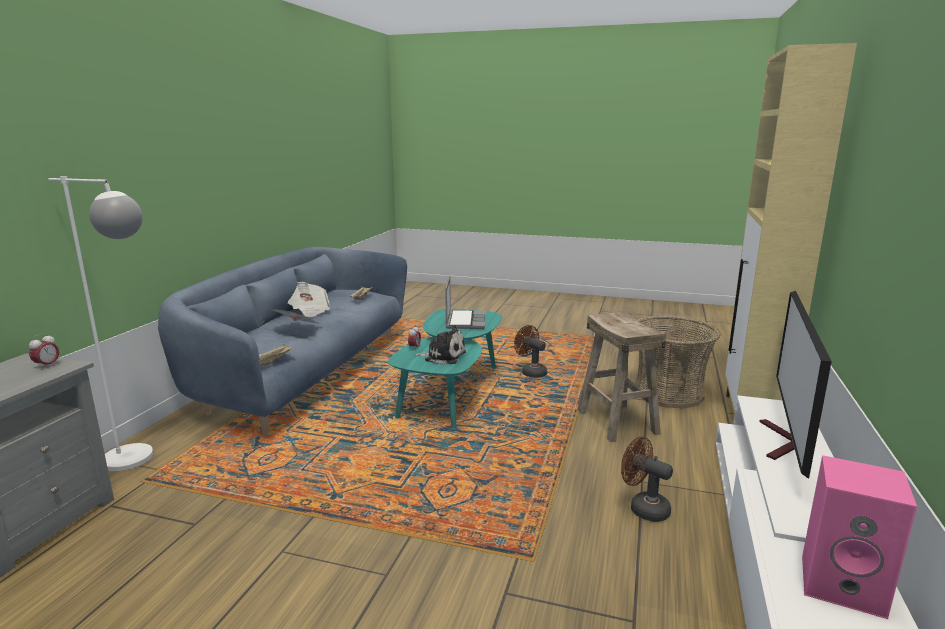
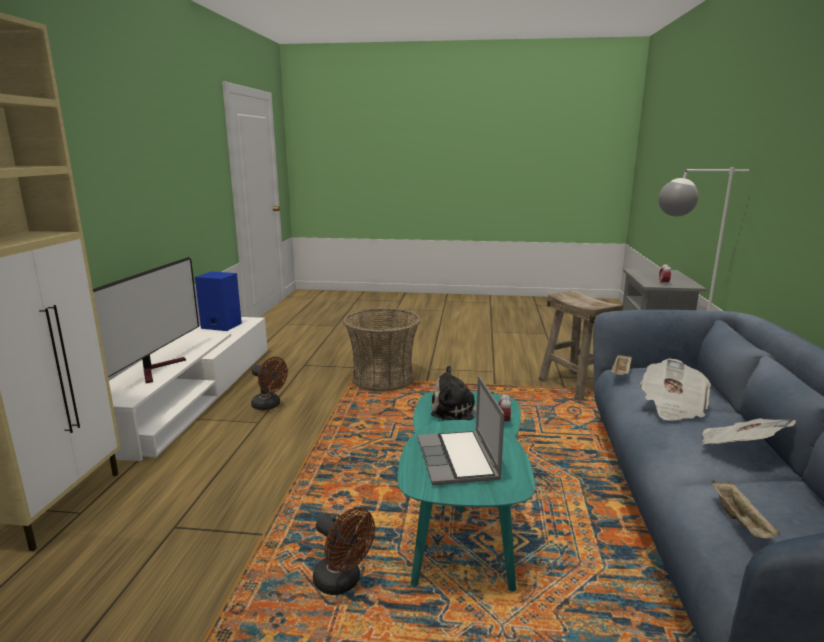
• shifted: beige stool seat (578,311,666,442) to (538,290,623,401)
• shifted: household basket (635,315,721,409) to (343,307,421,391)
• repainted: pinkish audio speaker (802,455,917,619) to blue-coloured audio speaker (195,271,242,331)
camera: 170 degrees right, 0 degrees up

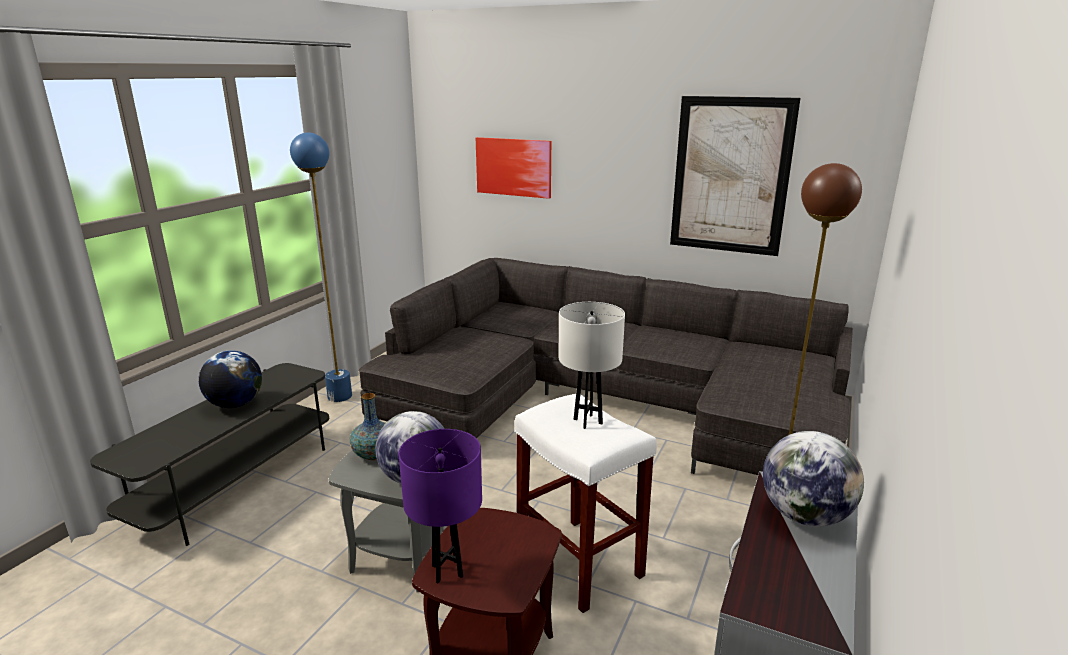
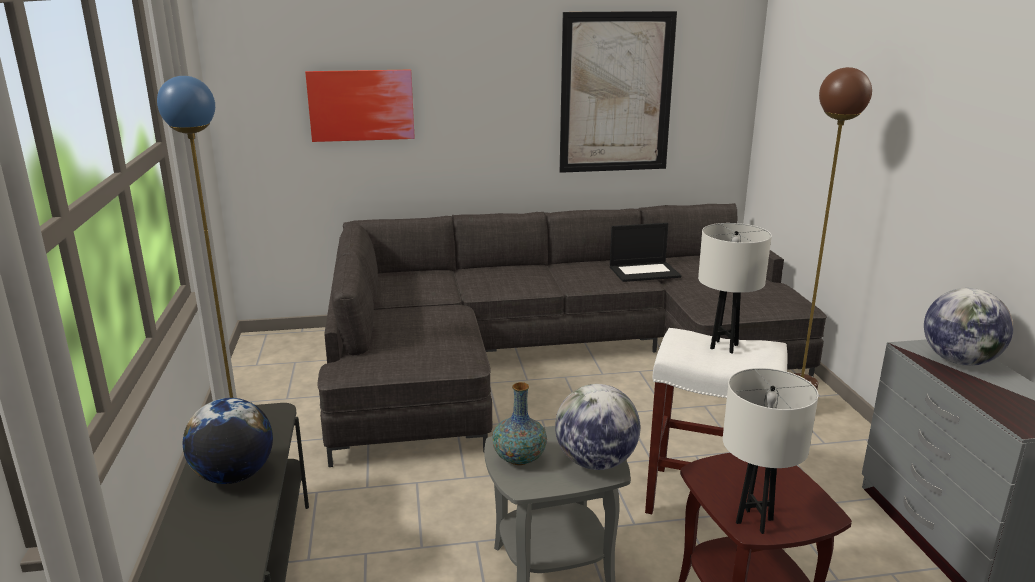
• repainted: purplish lamp for a table (398,429,482,583) to whitish lamp for a table (723,368,818,534)
• new: portable computer (610,223,681,282)
camera: 35 degrees left, 0 degrees up

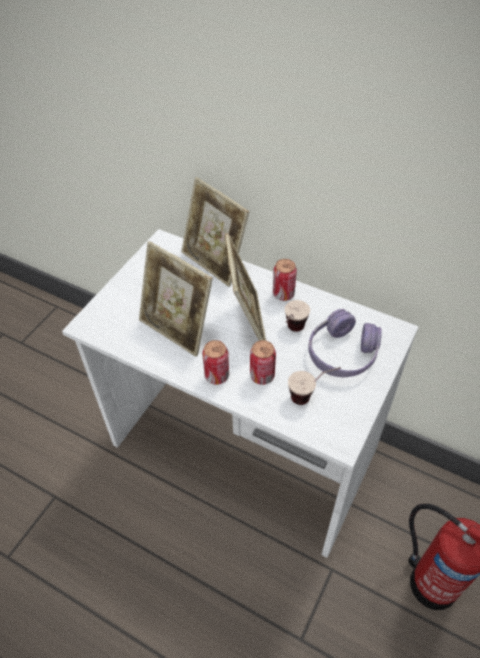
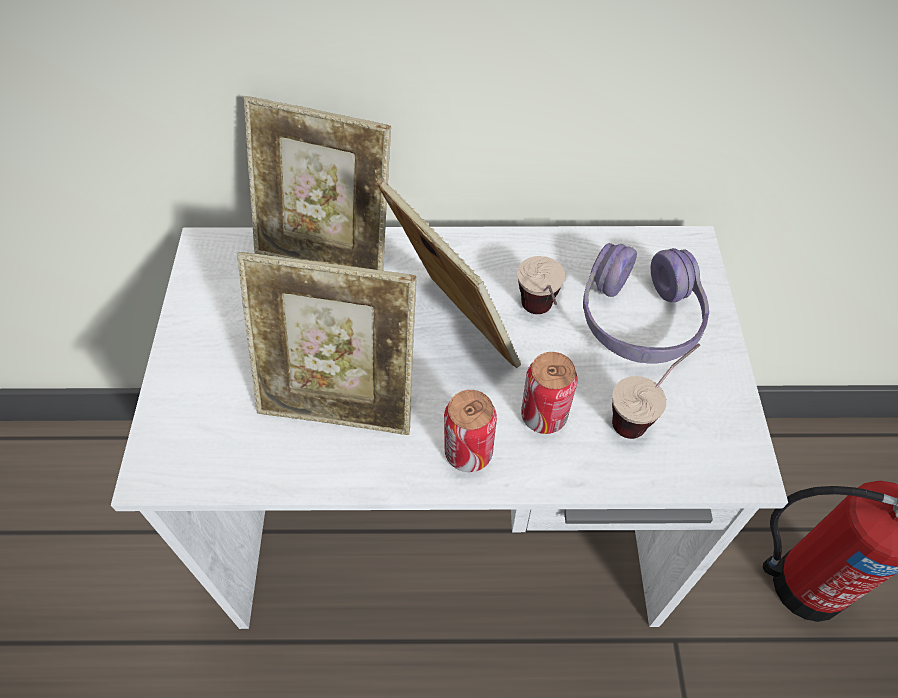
• gone: can (273,259,297,301)
camera: 30 degrees left, 5 degrees up

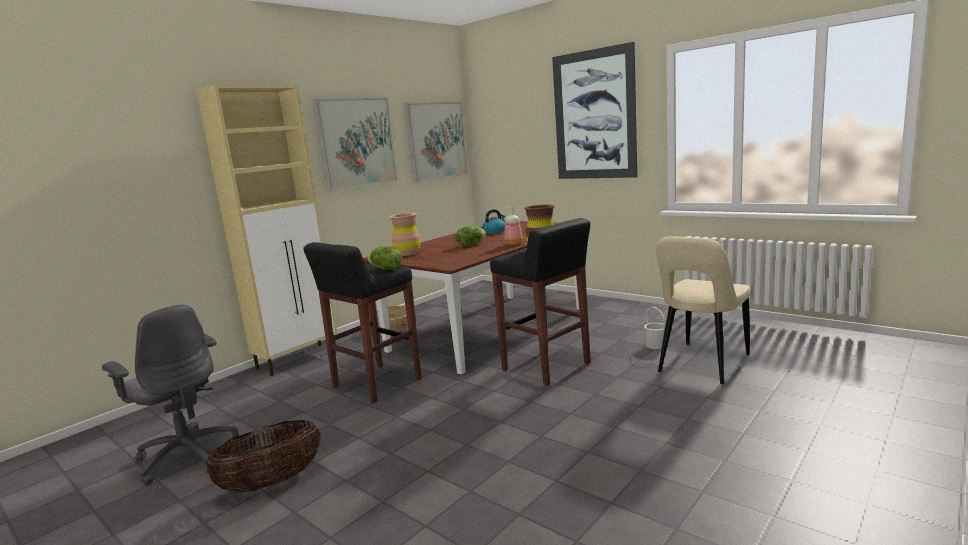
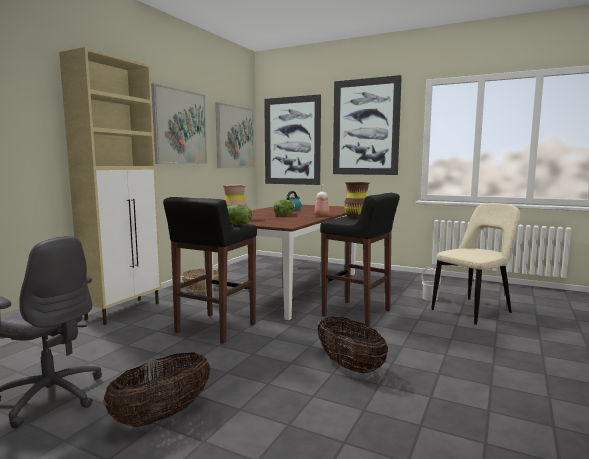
• rotated: beige chair (656,237,751,384) = (431,203,520,325) 150 degrees counterclockwise
• new: picture (264,94,321,185)
• new: household basket (317,317,388,373)
camera: 15 degrees left, 5 degrees down

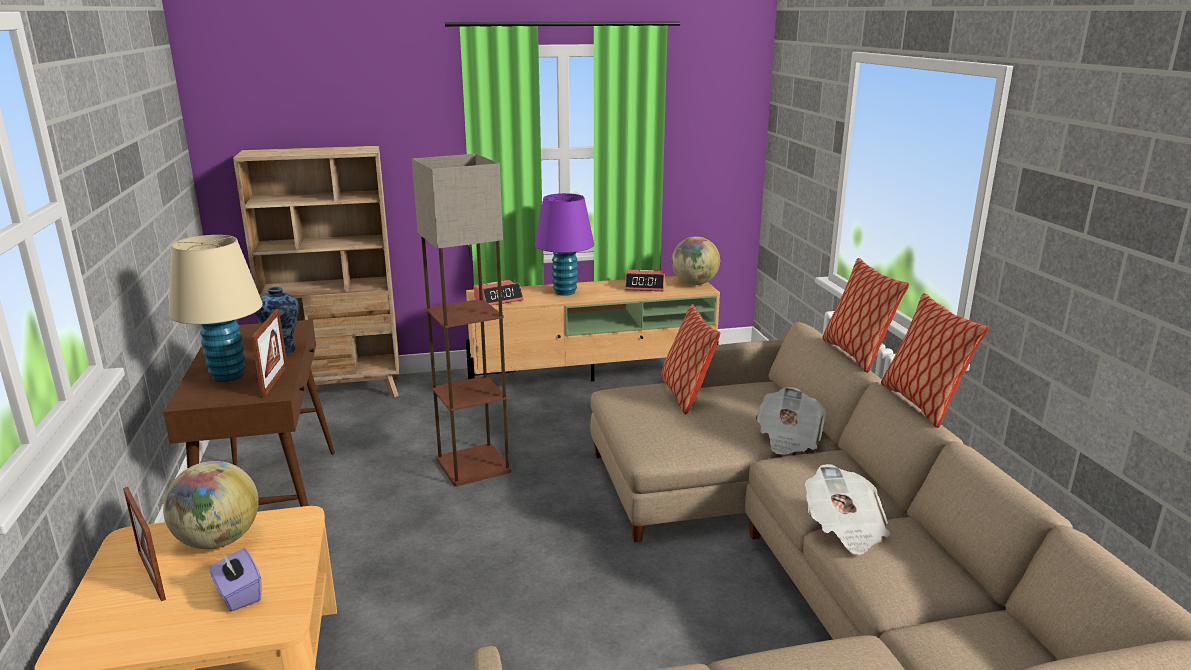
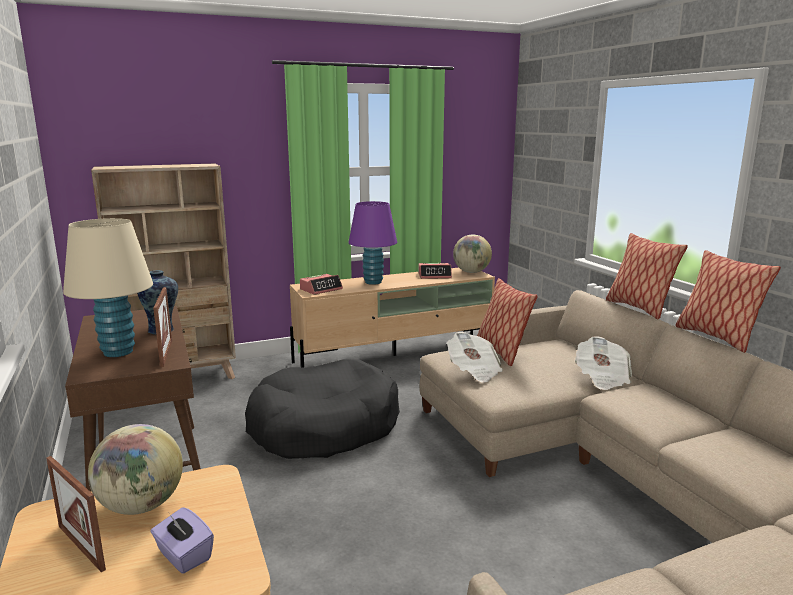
• swapped: floor lamp (412,154,511,487) to black-coloured pet bed (245,359,400,459)
• shifted: printed paper (805,464,890,556) to (447,332,503,383)
camera: 10 degrees left, 5 degrees down

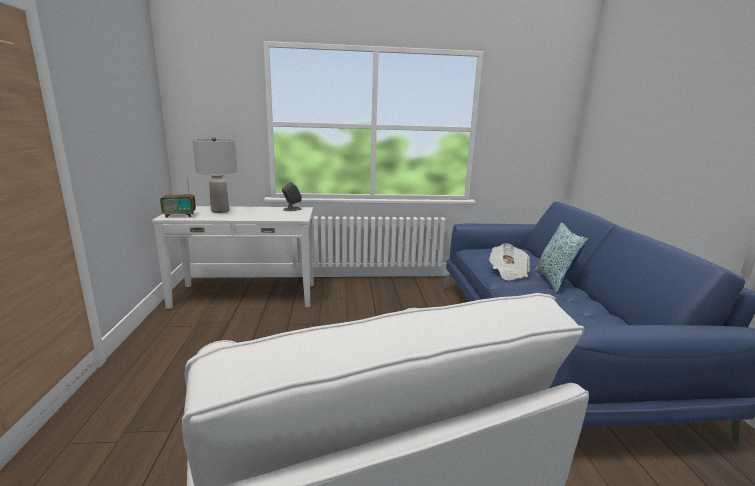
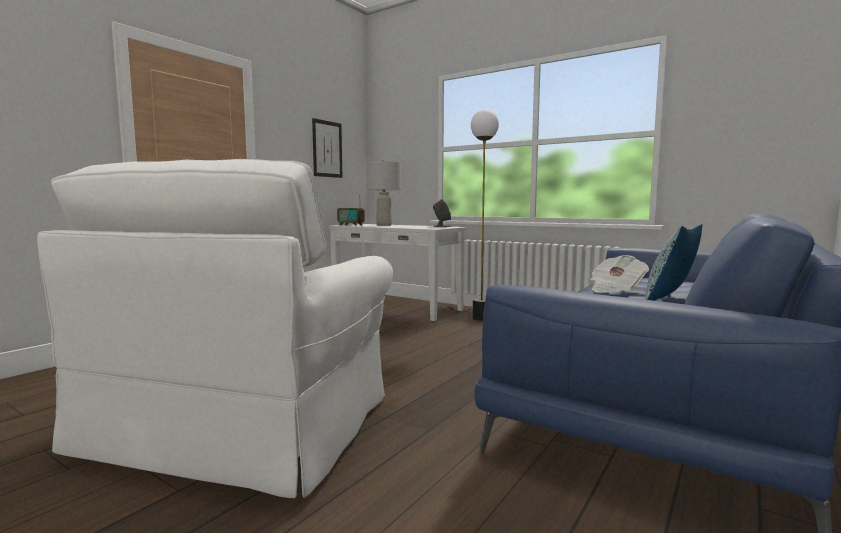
• new: floor lamp (471,109,499,321)
• new: picture (312,118,343,178)
camera: 40 degrees right, 10 degrees down

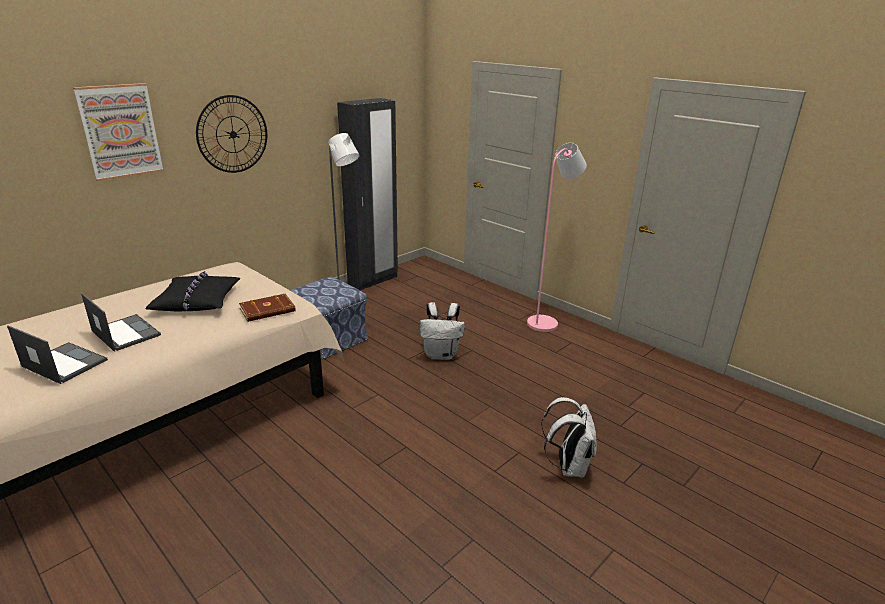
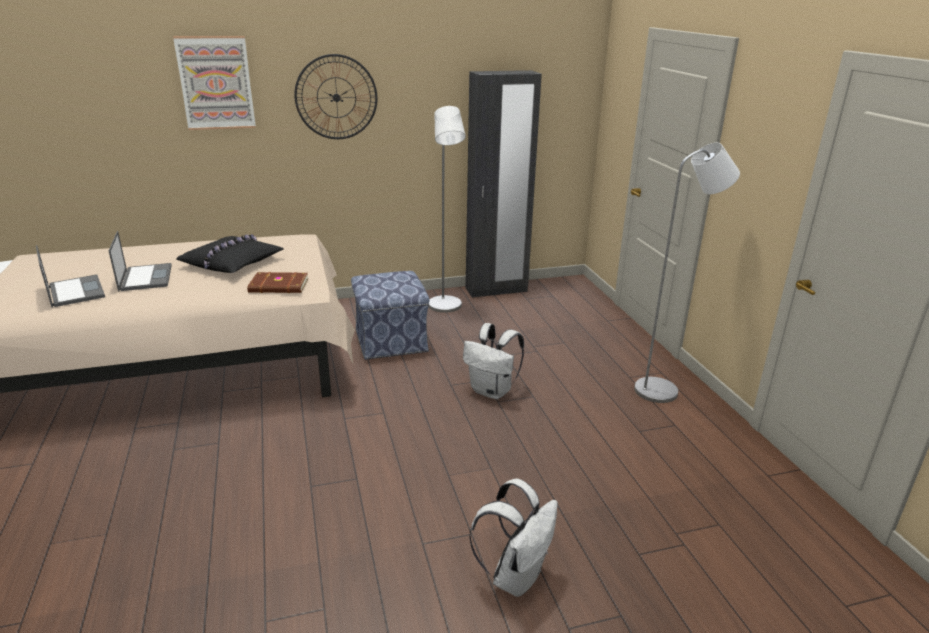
• repainted: pinkish floor lamp (527,143,587,332) to gray floor lamp (634,143,740,403)
camera: 30 degrees right, 0 degrees up

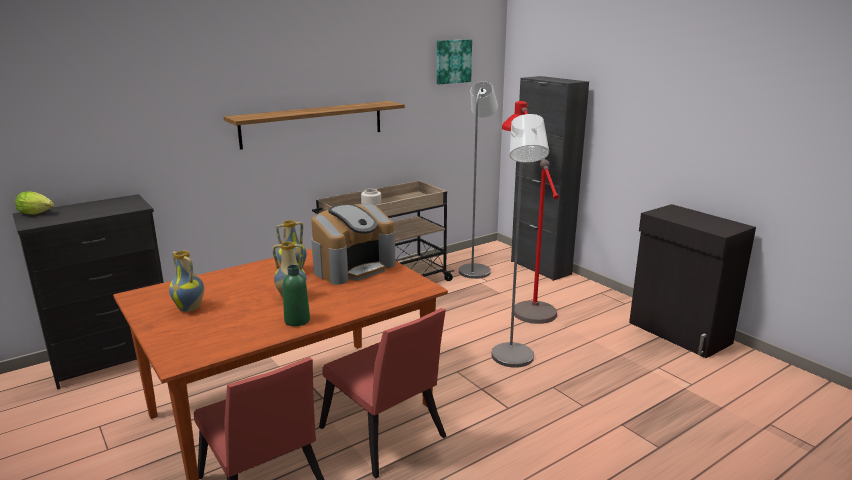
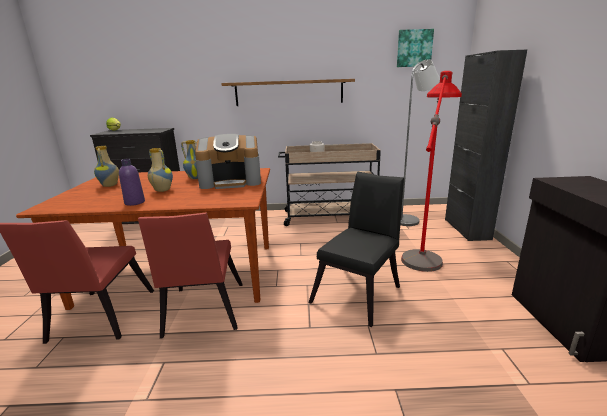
• swapped: gray floor lamp (492,114,549,368) to black-coloured chair (308,172,404,327)
• repainted: green beverage bottle (283,265,310,326) to purplish beverage bottle (119,159,145,206)
camera: 35 degrees right, 0 degrees up

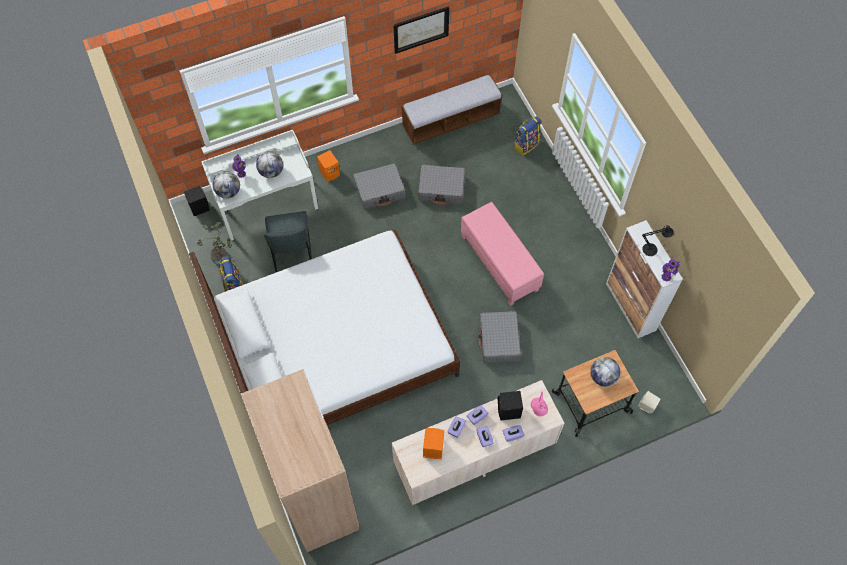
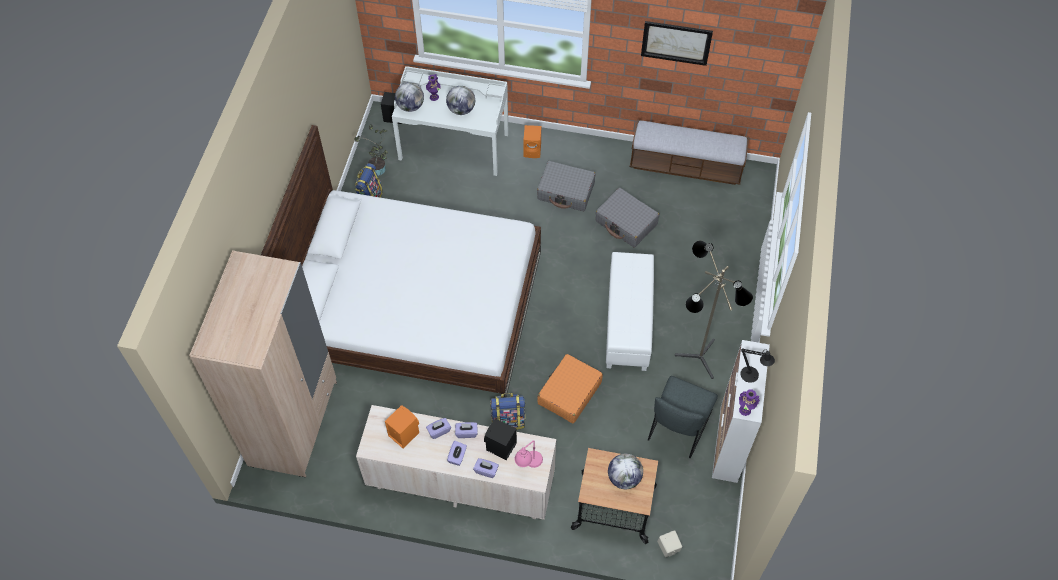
• shifted: backpack (514,116,542,156) to (490,393,525,430)
• repainted: pinkish ottoman (461,202,544,306) to whitish ottoman (606,252,654,371)
• shifted: gray chair (264,211,312,272) to (648,376,718,458)
• repainted: gray suitcase (479,311,521,363) to orangey suitcase (537,354,603,424)
• new: floor lamp (675,240,753,379)
camera: 35 degrees right, 5 degrees down

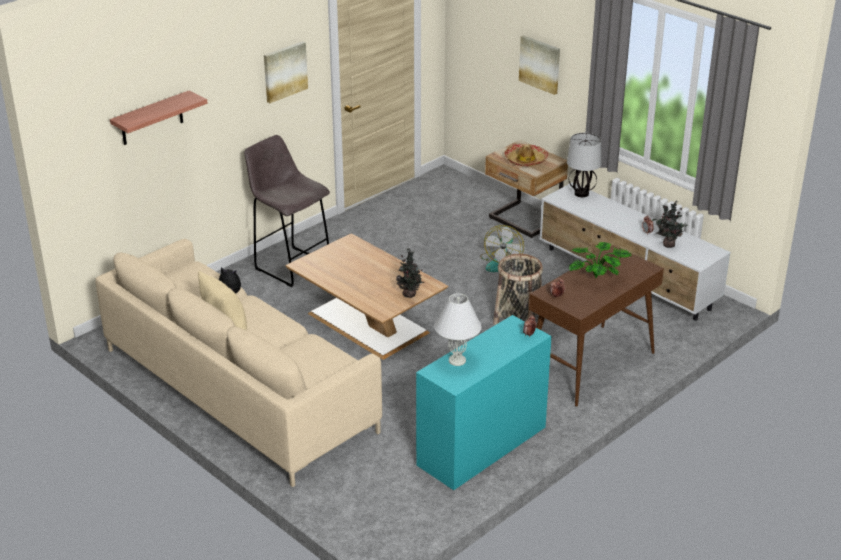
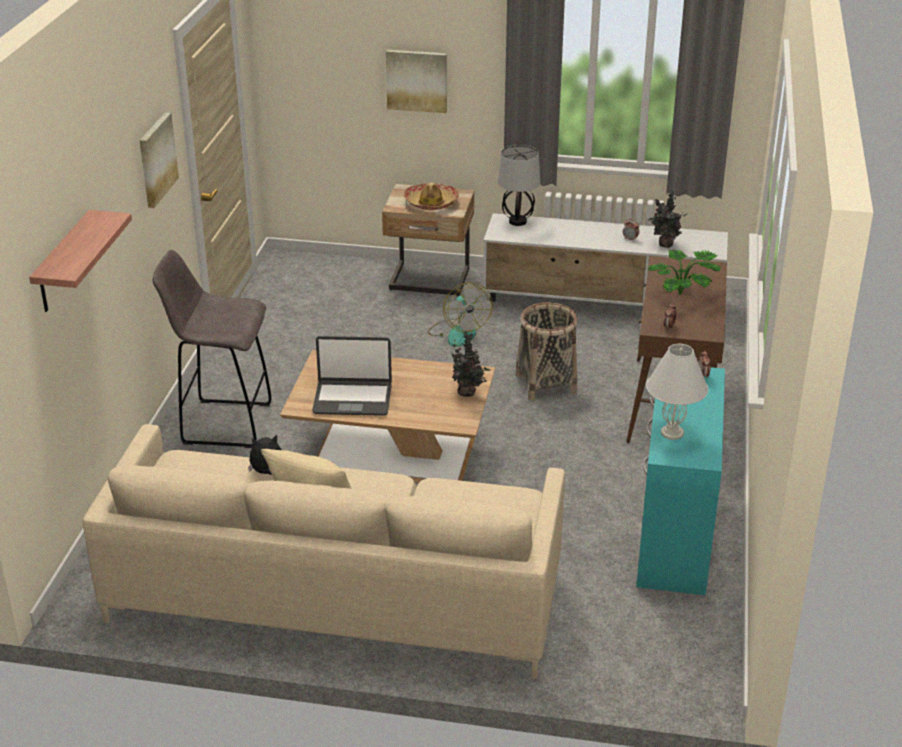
• new: portable computer (312,336,392,416)
camera: 35 degrees left, 0 degrees up

